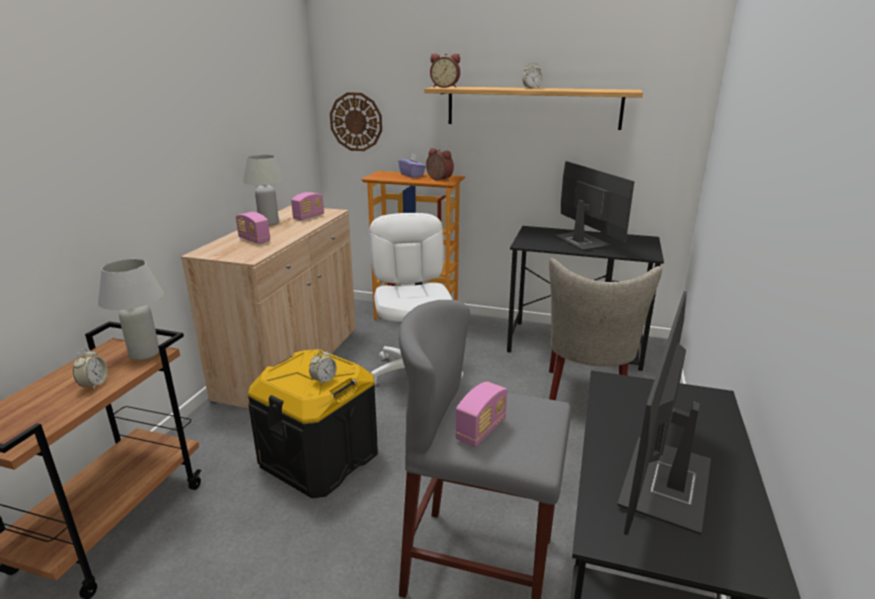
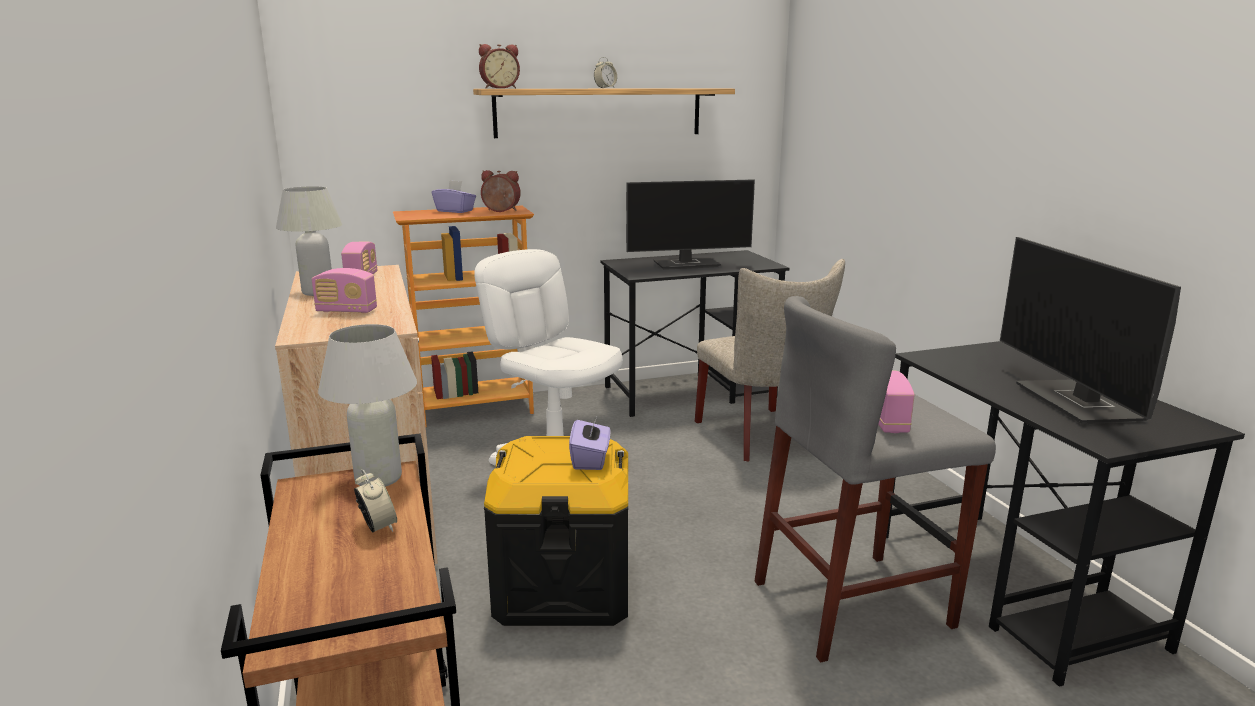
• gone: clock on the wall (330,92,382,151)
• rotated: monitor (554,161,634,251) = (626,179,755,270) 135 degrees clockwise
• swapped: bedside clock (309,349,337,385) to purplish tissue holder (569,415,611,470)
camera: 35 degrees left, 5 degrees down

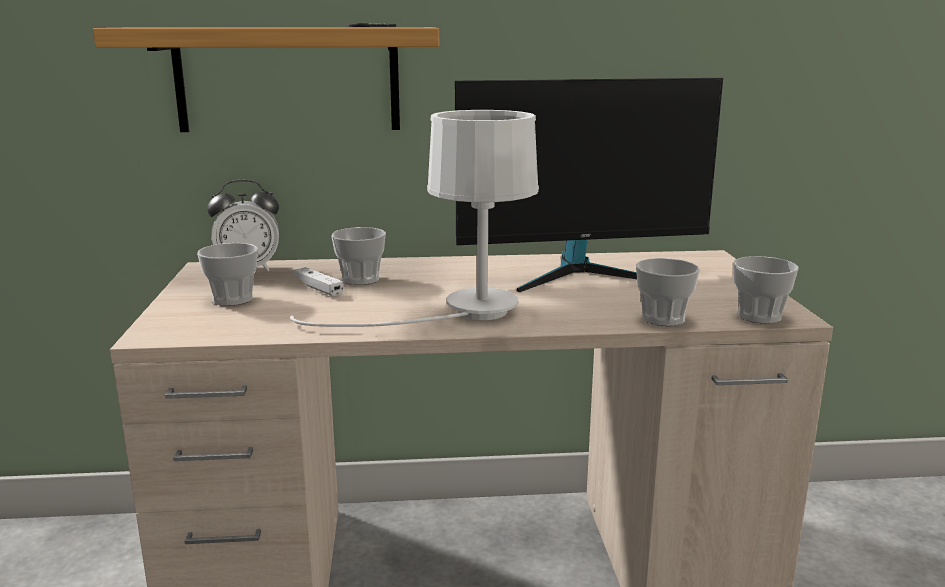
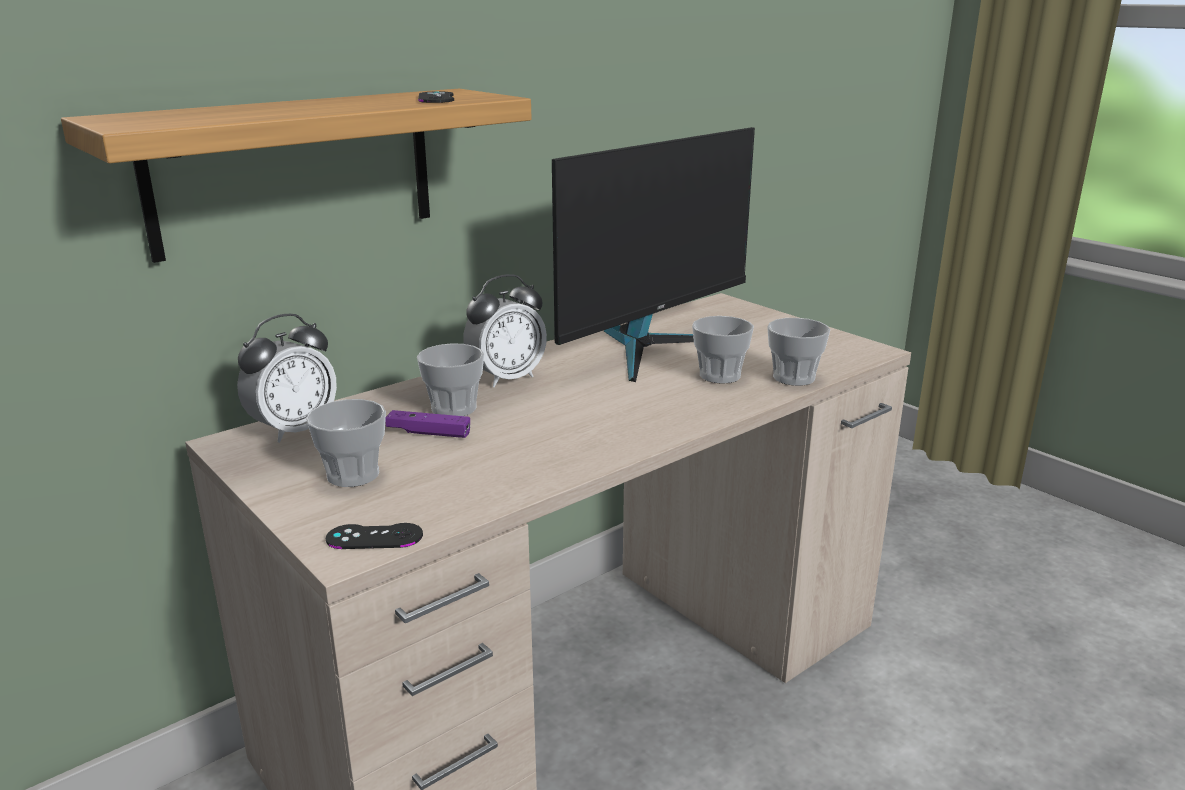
• gone: whitish lamp for a table (290,110,539,327)
• shifted: drinking cup (733,256,799,324) to (692,316,754,384)
• repainted: whitish game controller (293,267,343,297) to purplish game controller (385,410,470,438)
• new: bedside clock (463,274,547,387)
• new: black-coloured game controller (326,523,423,549)
camera: 35 degrees left, 5 degrees up

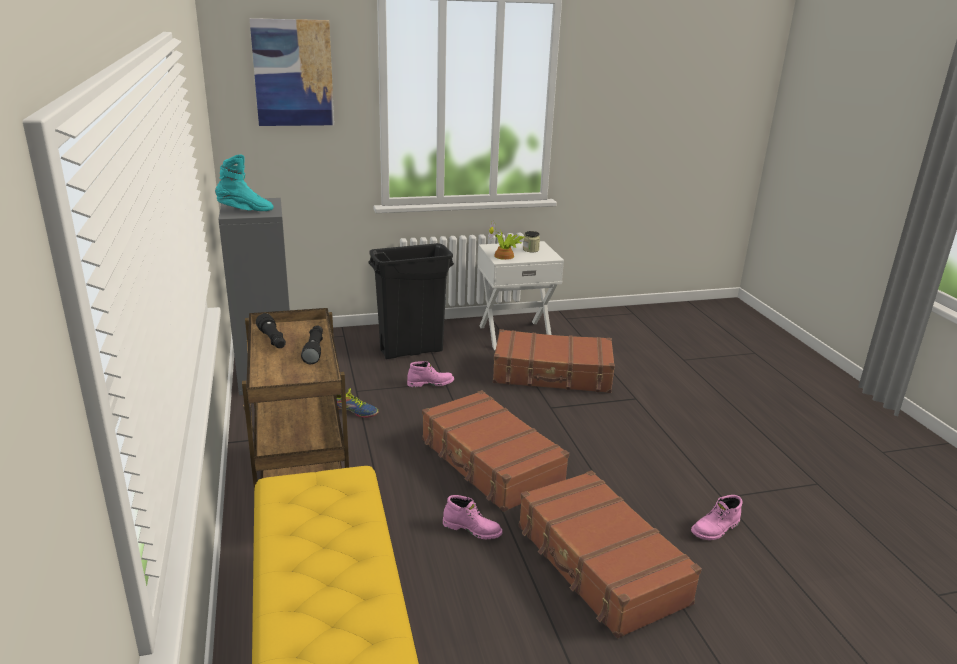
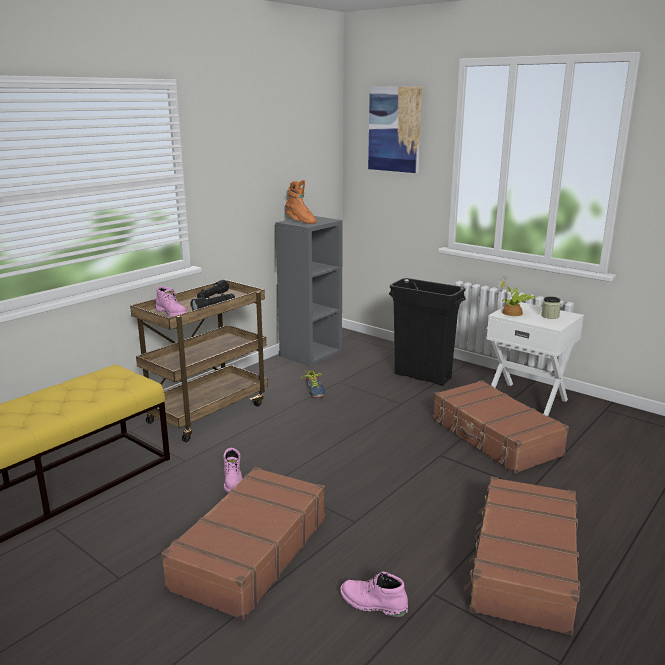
• repainted: blue-green high-top boot (215,155,274,211) to orangey high-top boot (285,180,317,224)
• shifted: pinkish high-top boot (407,361,454,387) to (155,286,187,316)
• shifted: brown suitcase (422,390,569,512) to (464,476,580,635)
camera: 55 degrees right, 5 degrees down

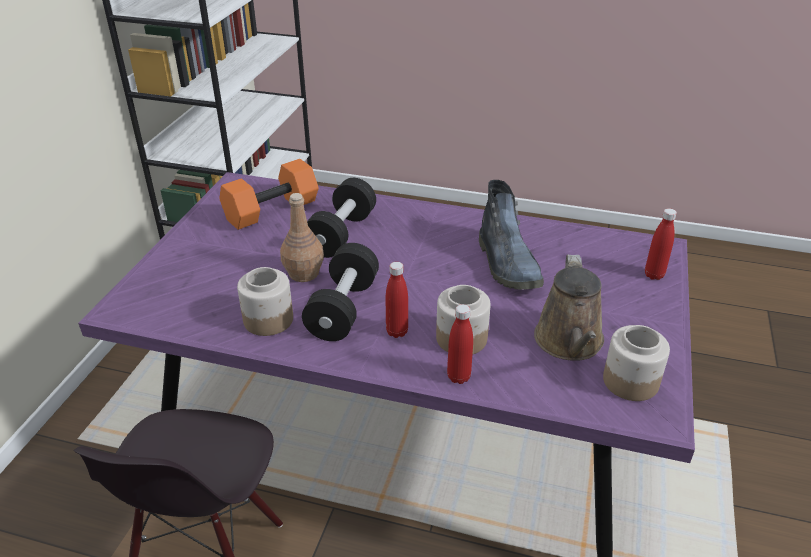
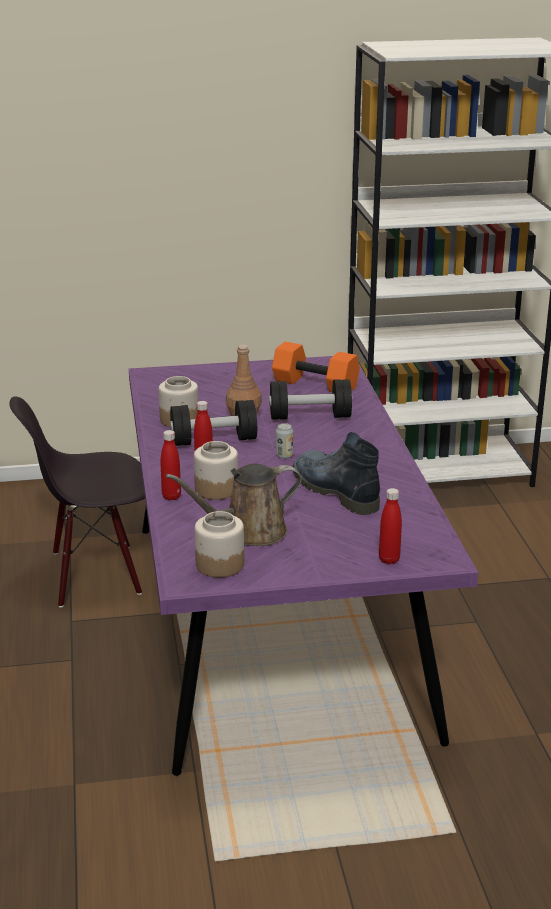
• rotated: high-top boot (479,180,544,290) = (292,432,380,515) 90 degrees clockwise
• new: can (276,423,293,459)
camera: 65 degrees right, 10 degrees down

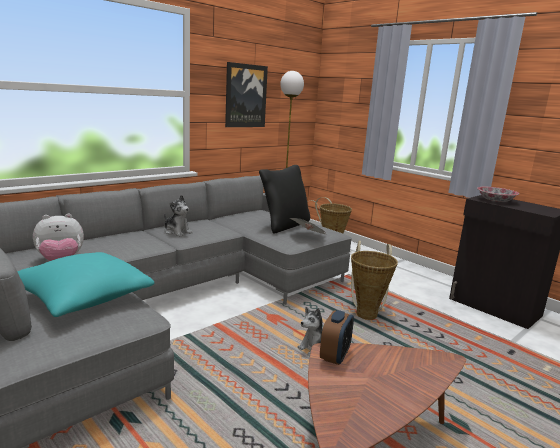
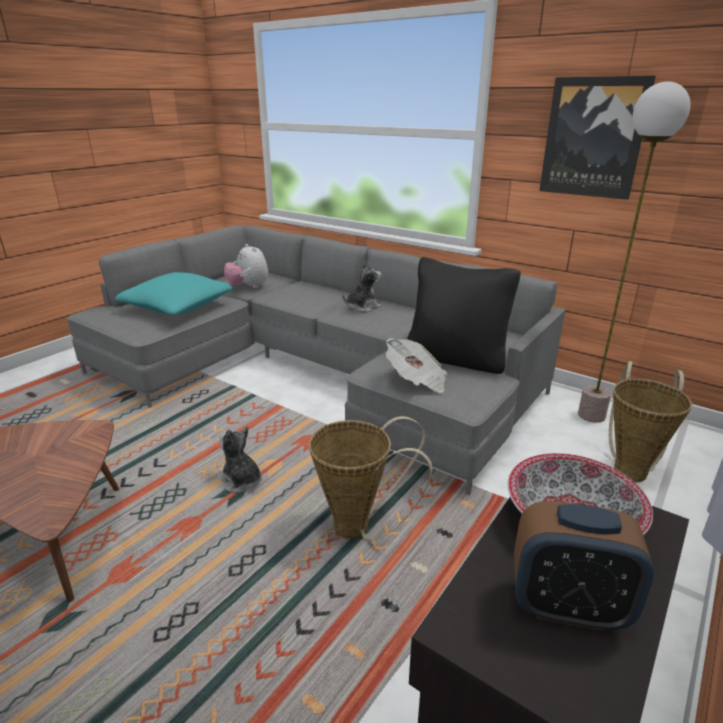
• rotated: cuddly toy (164,195,193,236) = (342,262,381,312) 150 degrees counterclockwise
• shifted: bedside clock (320,310,354,365) to (514,501,654,631)
camera: 80 degrees right, 10 degrees up

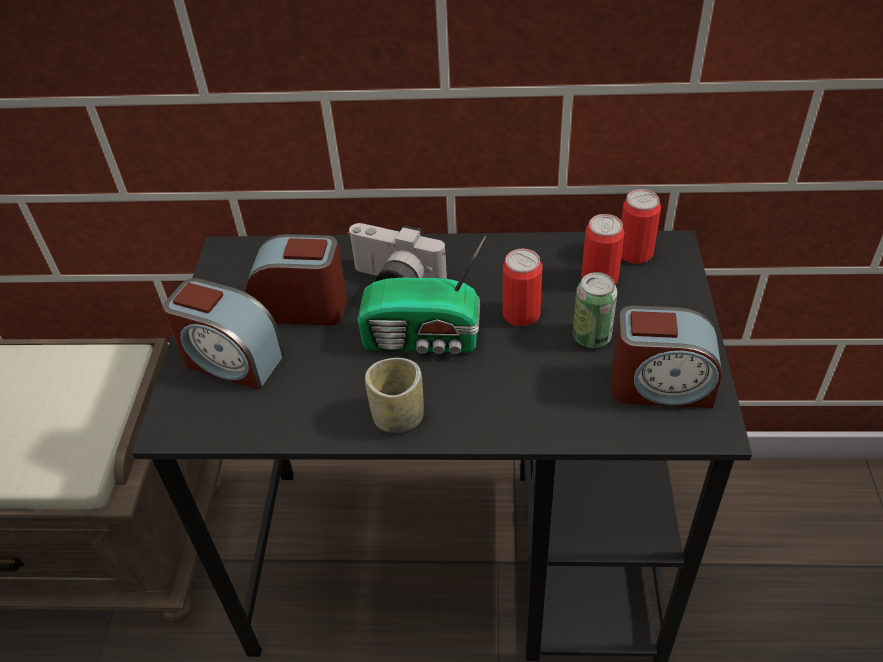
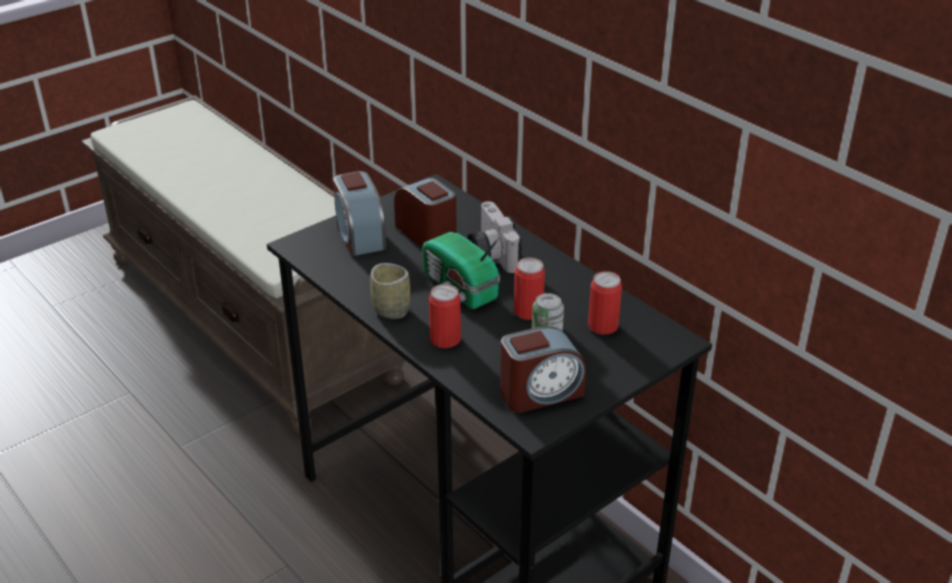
• shifted: can (621,189,661,264) to (429,284,461,348)
• rotated: bedside clock (611,305,722,408) = (500,326,586,413) 75 degrees counterclockwise
camera: 45 degrees right, 10 degrees down

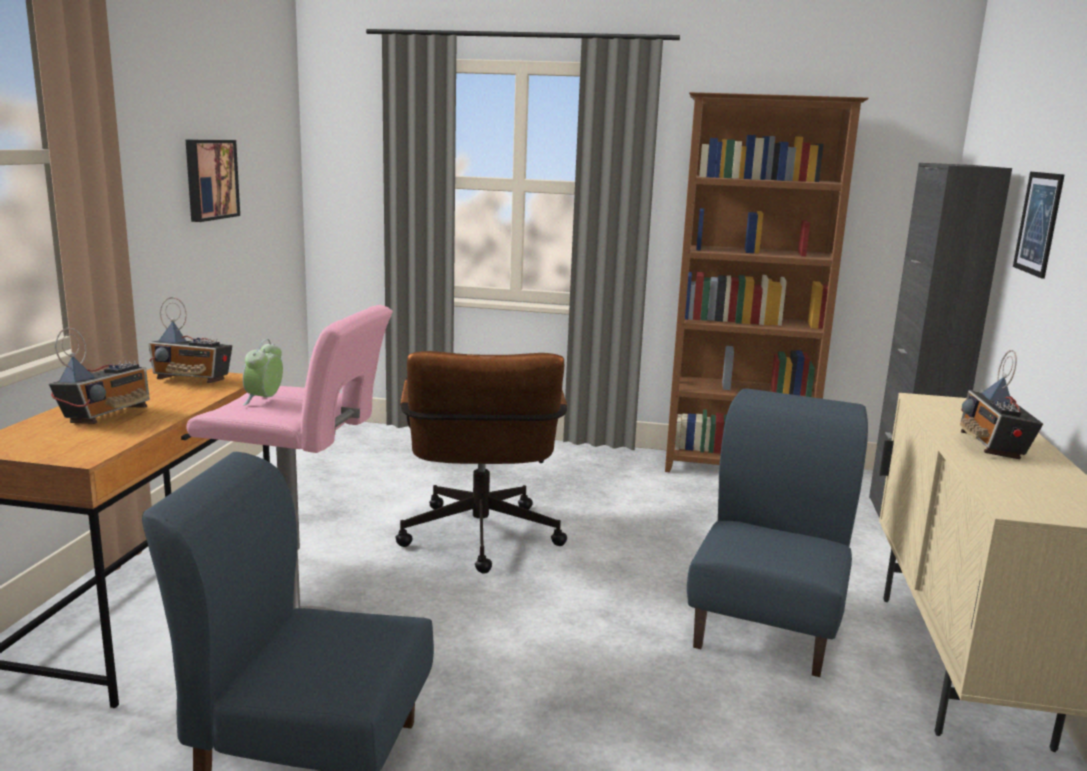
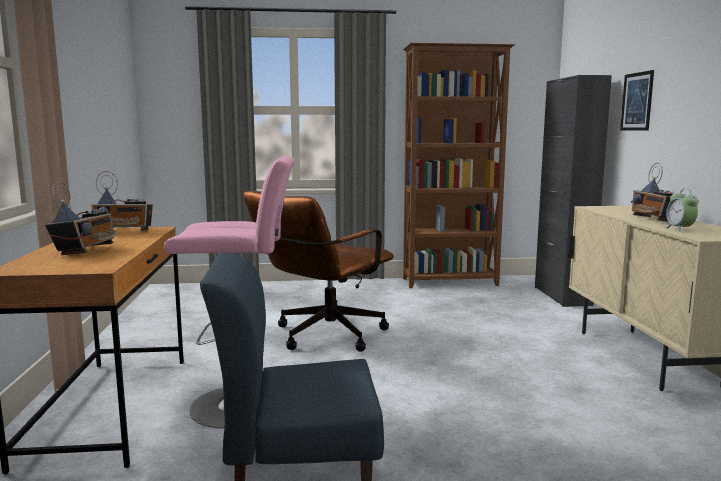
• gone: picture (186,140,240,222)
• shifted: bedside clock (243,339,283,405) to (664,188,699,232)
• rotated: brown computer chair (395,351,567,573) = (244,191,394,352) 60 degrees clockwise
• gone: blue-coloured chair (687,388,868,677)
camera: 15 degrees left, 5 degrees down

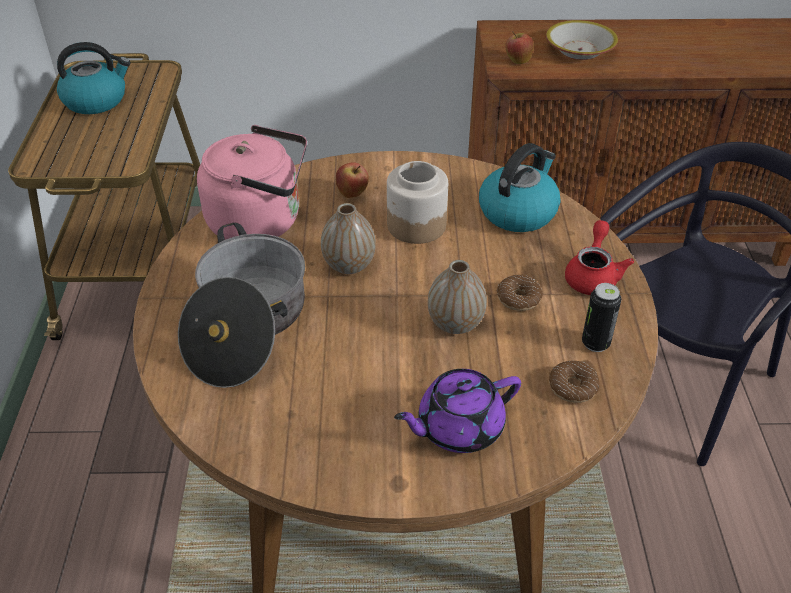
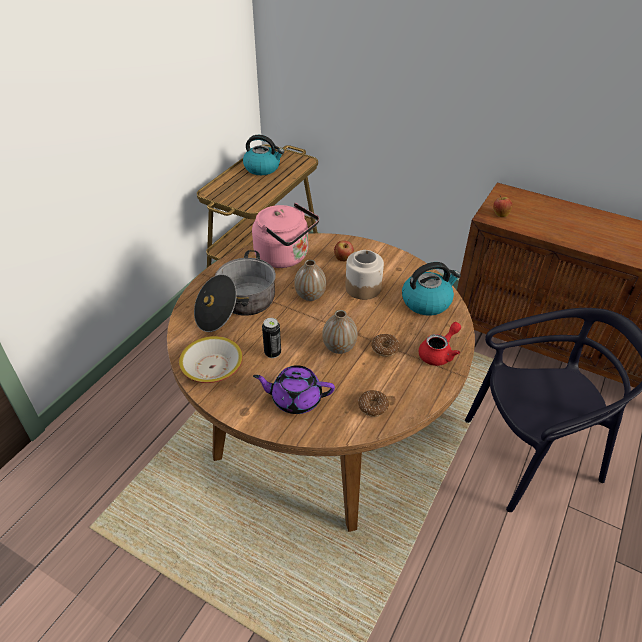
• shifted: serving bowl (546,20,618,60) to (179,336,243,383)
• shifted: can (582,283,621,352) to (262,318,281,358)
camera: 30 degrees right, 0 degrees up

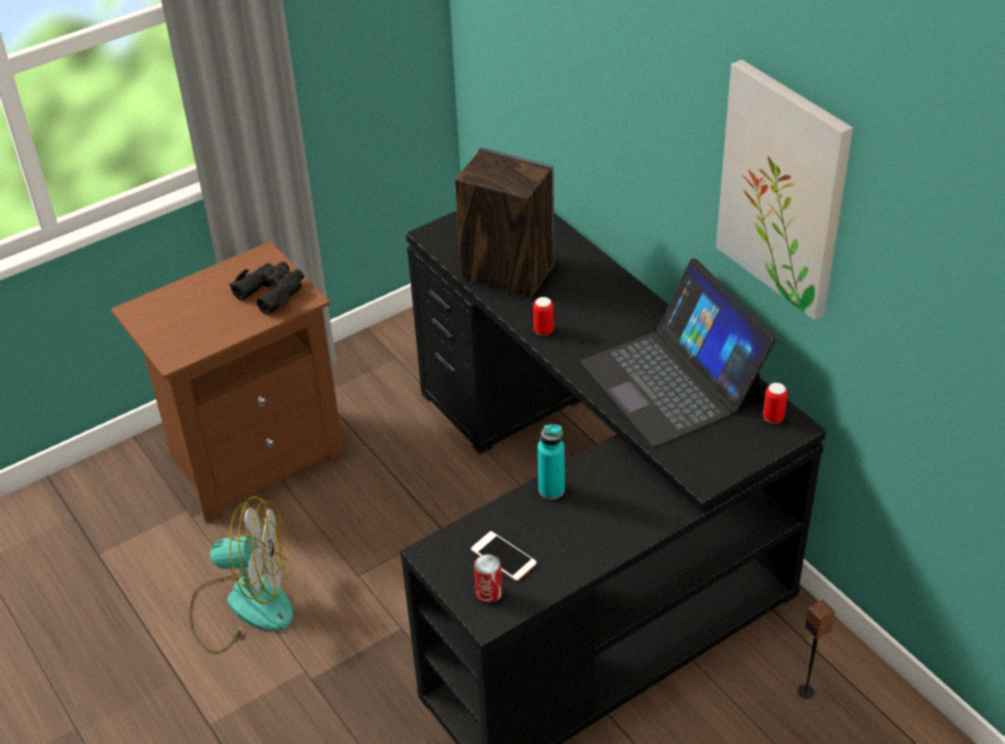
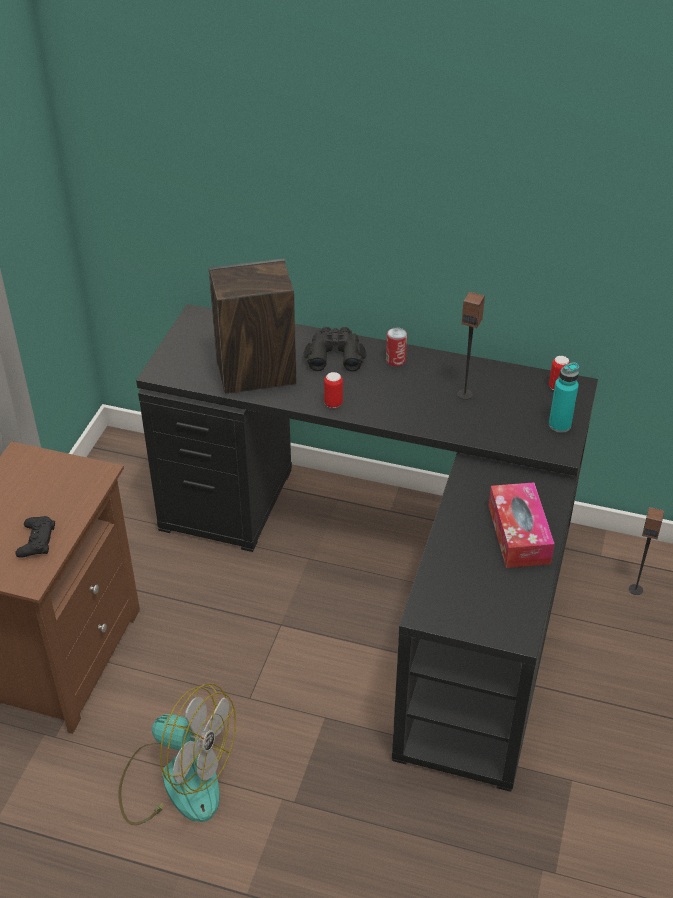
• gone: picture (716,60,853,321)
• swapped: portable computer (581,259,777,446) to audio speaker (457,292,485,400)
• shifted: black-coloured binoculars (230,261,304,315) to (303,327,366,371)
• shifted: blue-green beverage bottle (538,424,565,500) to (549,362,579,433)
• rotated: cooling fan (189,496,293,654) = (118,683,236,825) 60 degrees clockwise
• gone: telephone (471,531,537,581)
• shifted: can (474,554,502,603) to (386,328,407,366)
• new: tissue holder (489,482,555,568)
• new: black-coloured game controller (15,516,55,558)
camera: 40 degrees left, 0 degrees up

